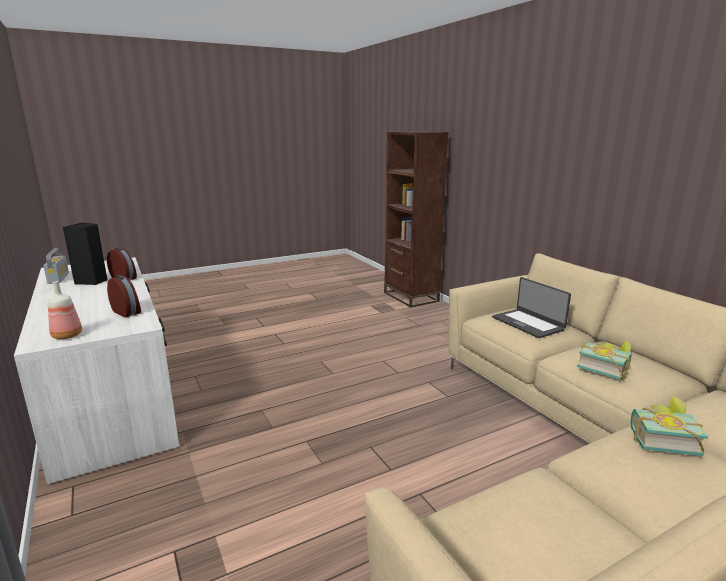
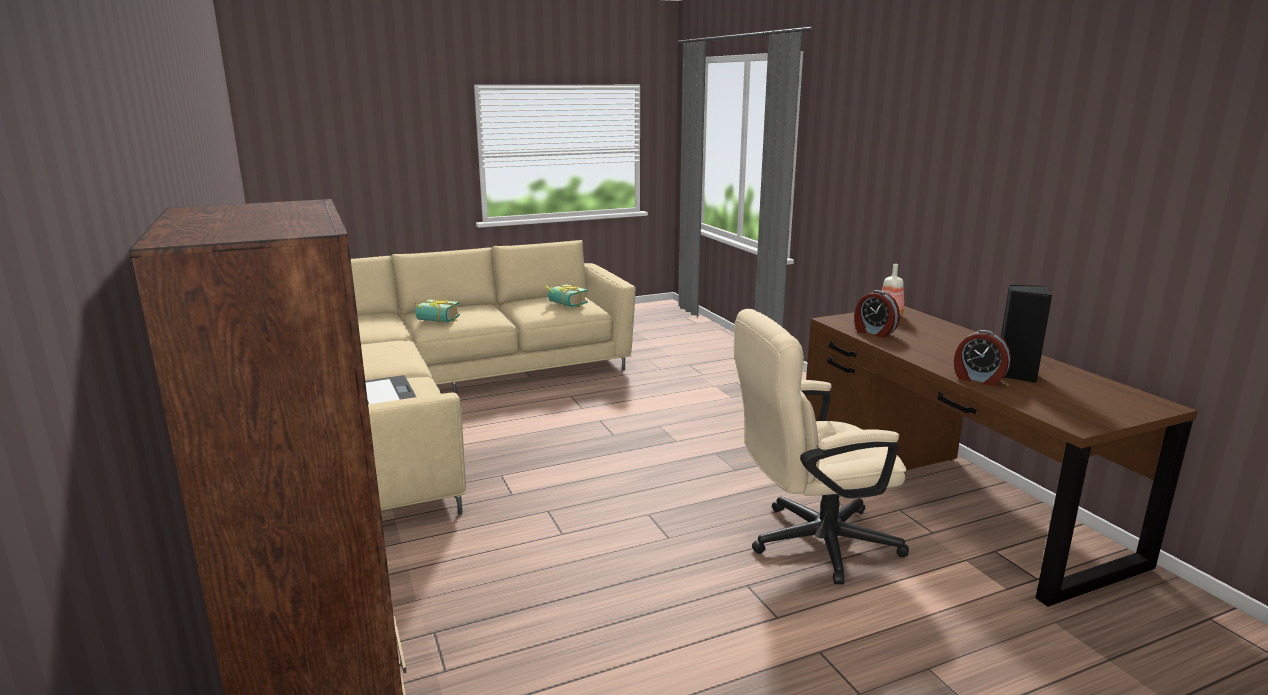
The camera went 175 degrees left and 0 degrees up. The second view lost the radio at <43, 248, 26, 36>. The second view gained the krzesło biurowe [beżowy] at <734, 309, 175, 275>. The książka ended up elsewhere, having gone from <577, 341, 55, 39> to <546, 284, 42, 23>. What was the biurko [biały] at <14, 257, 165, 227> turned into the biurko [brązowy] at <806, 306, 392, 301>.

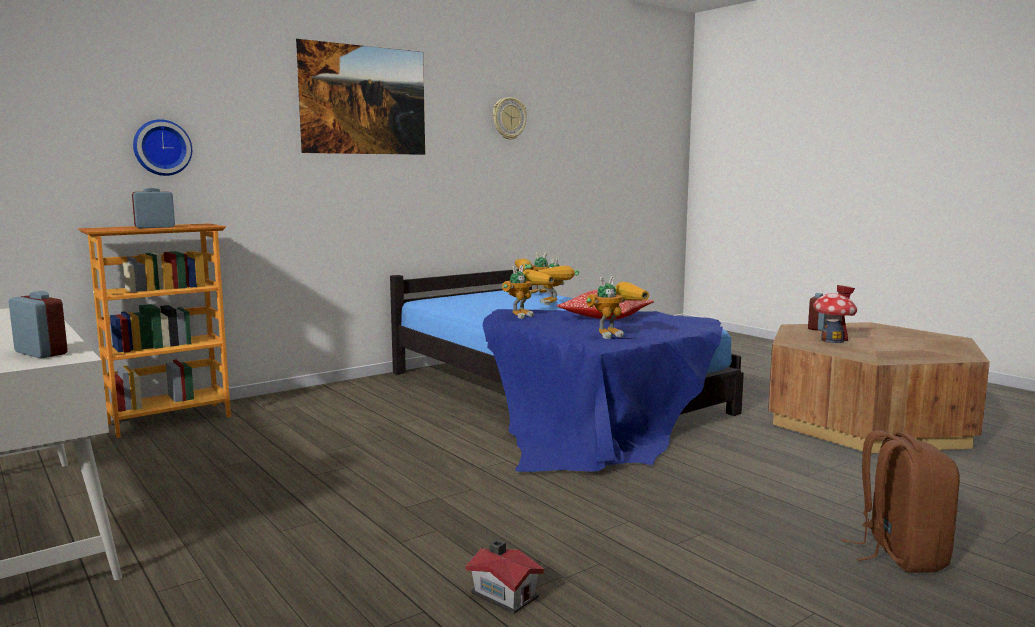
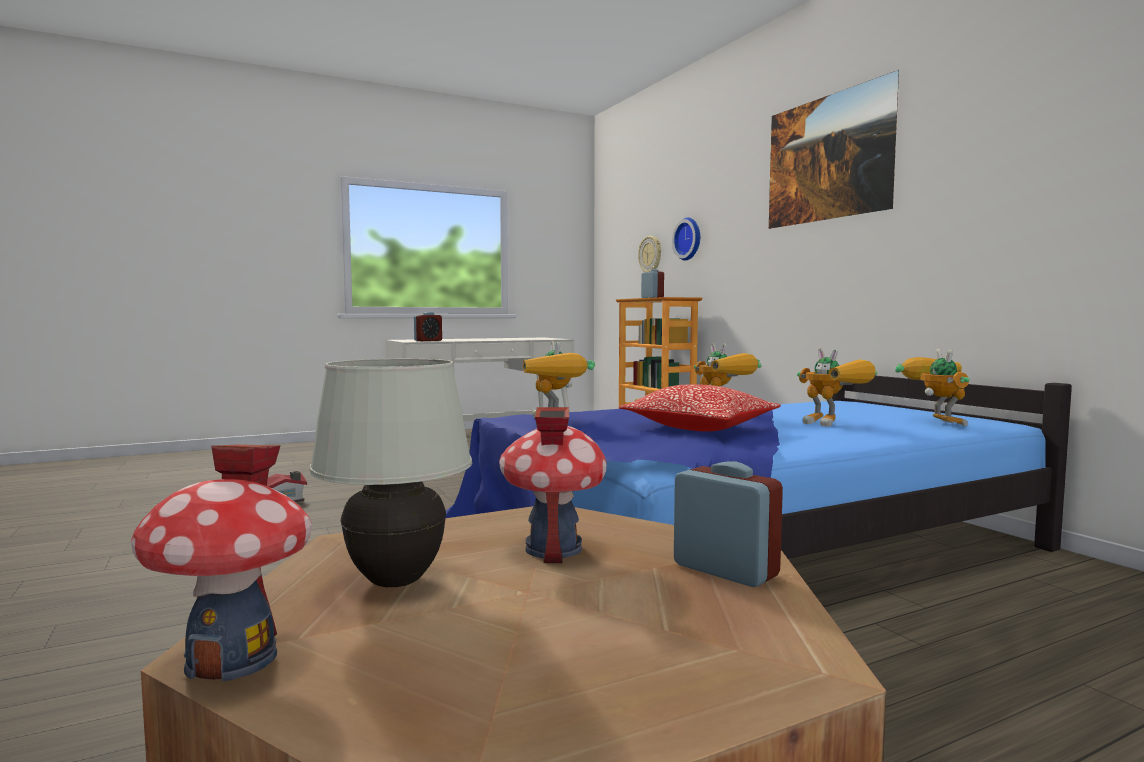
The camera went 100 degrees right and 5 degrees down. The second view lost the plecak [brązowy] at <841, 430, 119, 143>. The second view gained the domek at <131, 444, 181, 238>. The second view gained the lampa stołowa [biały] at <309, 359, 163, 228>. The zegar ścienny ended up elsewhere, having gone from <493, 97, 34, 43> to <638, 236, 23, 37>. The robot zabawkowy at <538, 257, 41, 48> ended up facing another way, 120 degrees counterclockwise from before.

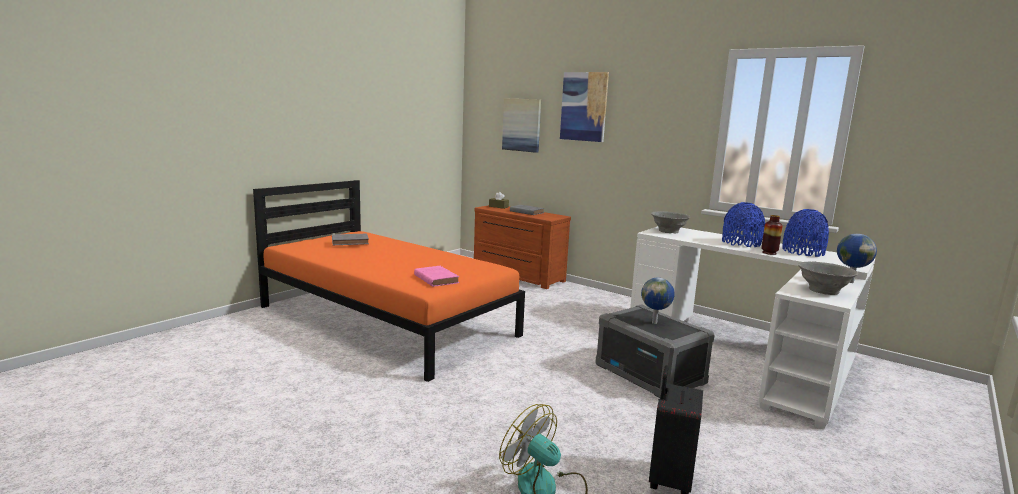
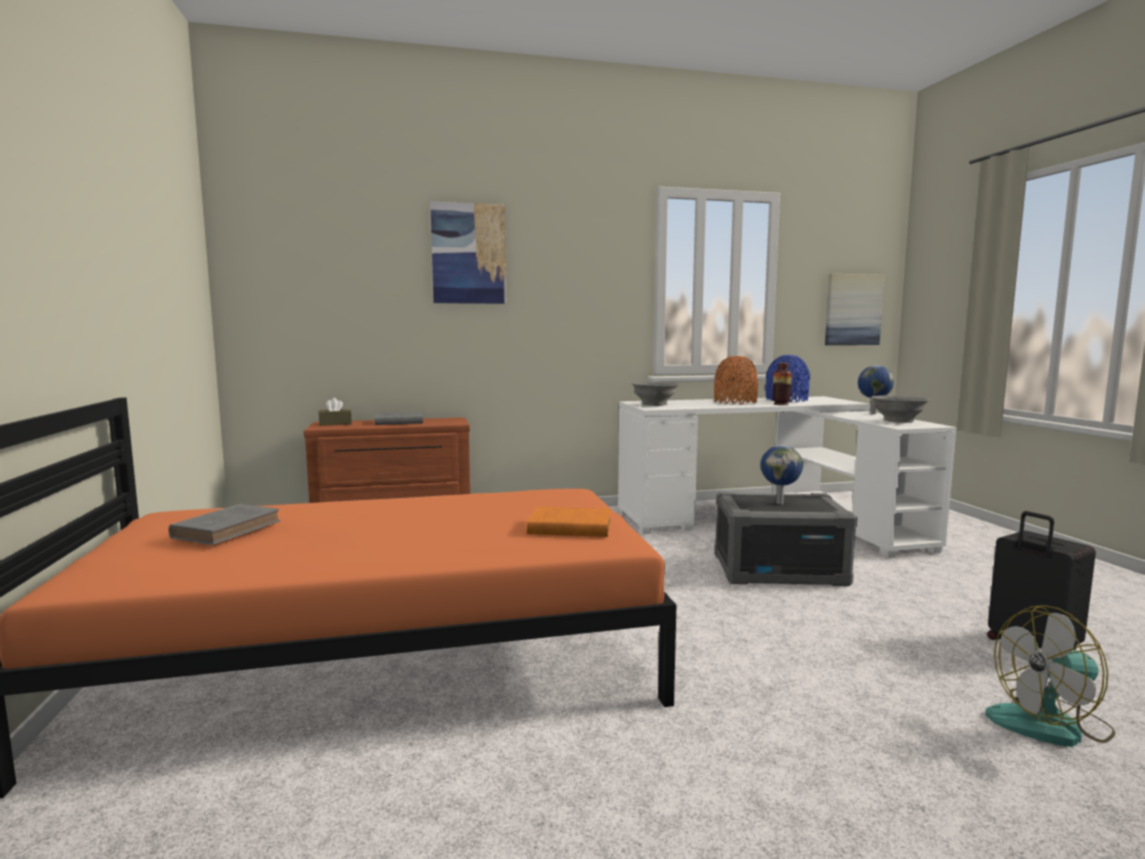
The camera went 50 degrees left and 5 degrees down. The obraz ended up elsewhere, having gone from <502, 98, 39, 55> to <825, 274, 59, 71>. What was the książka [różowy] at <414, 266, 45, 21> turned into the książka [pomarańczowy] at <527, 507, 84, 30>. What was the wazon [niebieski] at <722, 202, 43, 45> turned into the wazon [pomarańczowy] at <714, 356, 44, 49>.

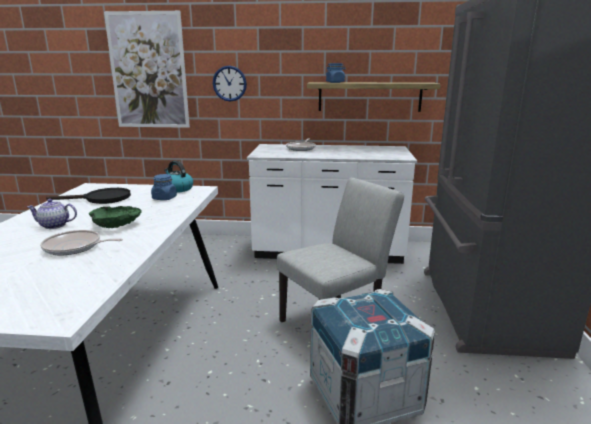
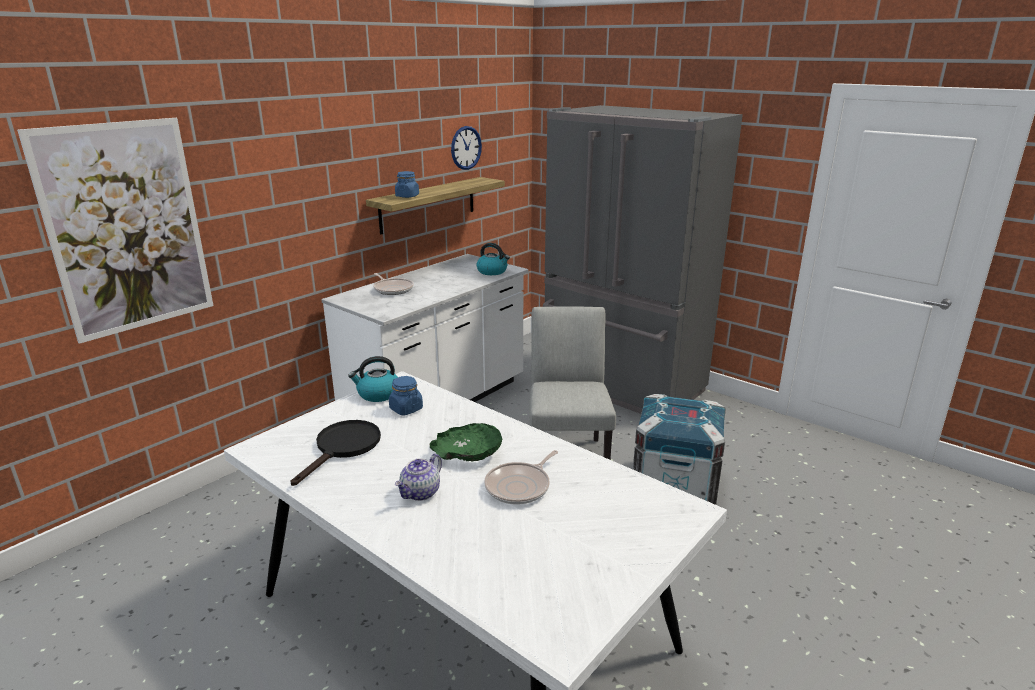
The camera went 55 degrees left and 5 degrees up. The second view gained the czajnik at <476, 243, 34, 32>. The zegar ścienny ended up elsewhere, having gone from <213, 66, 34, 36> to <451, 126, 31, 44>.

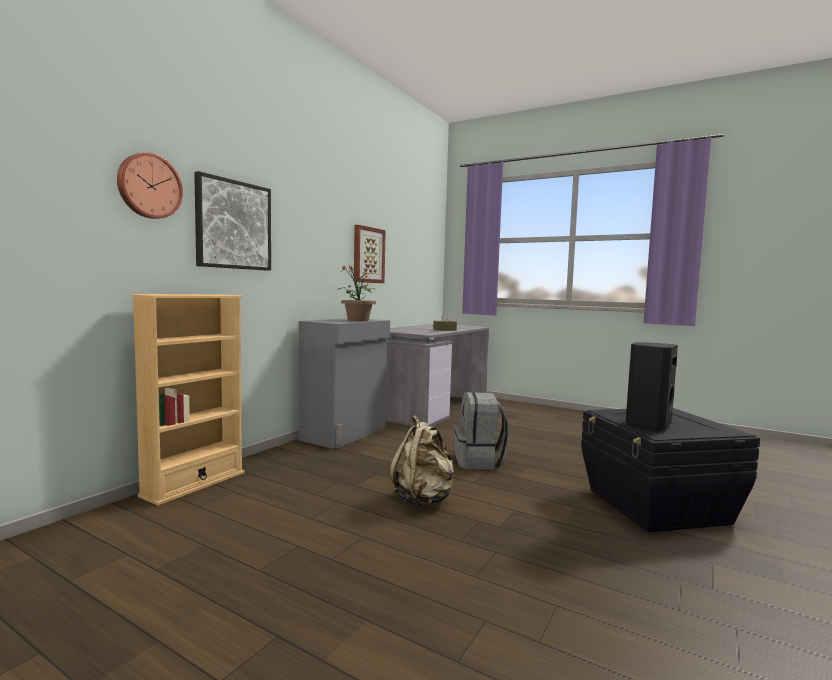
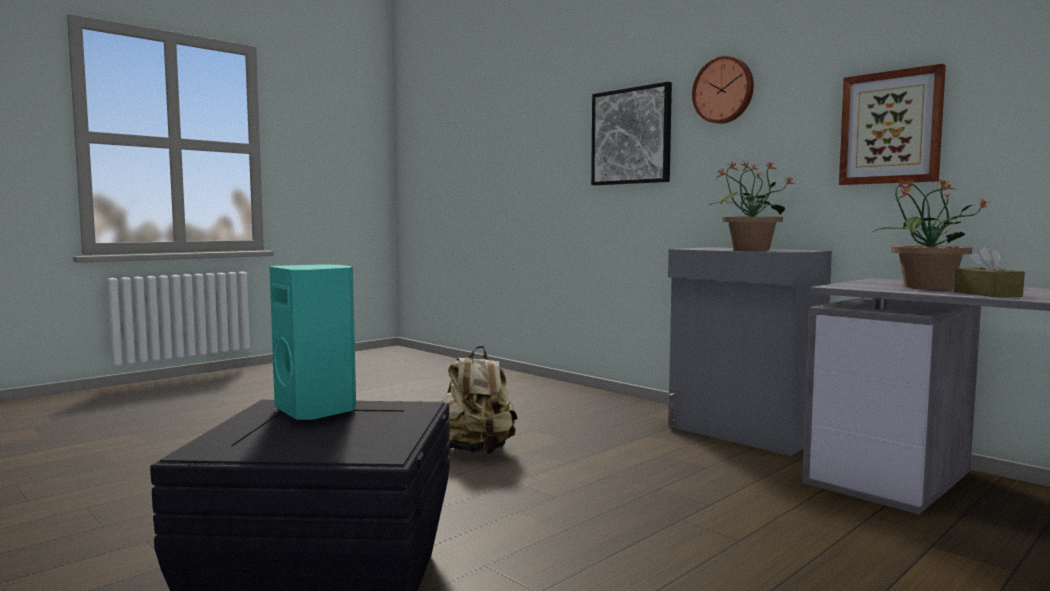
The camera went 105 degrees right and 0 degrees up. The second view lost the regał [beżowy] at <131, 294, 113, 212>. The second view lost the plecak [szary] at <454, 392, 56, 77>. The second view gained the roślina doniczkowa at <873, 177, 118, 112>. The zegar ścienny ended up elsewhere, having gone from <117, 153, 66, 66> to <692, 56, 62, 68>. What was the głośnik [czarny] at <626, 342, 52, 89> turned into the głośnik [turkusowy] at <269, 264, 87, 157>.

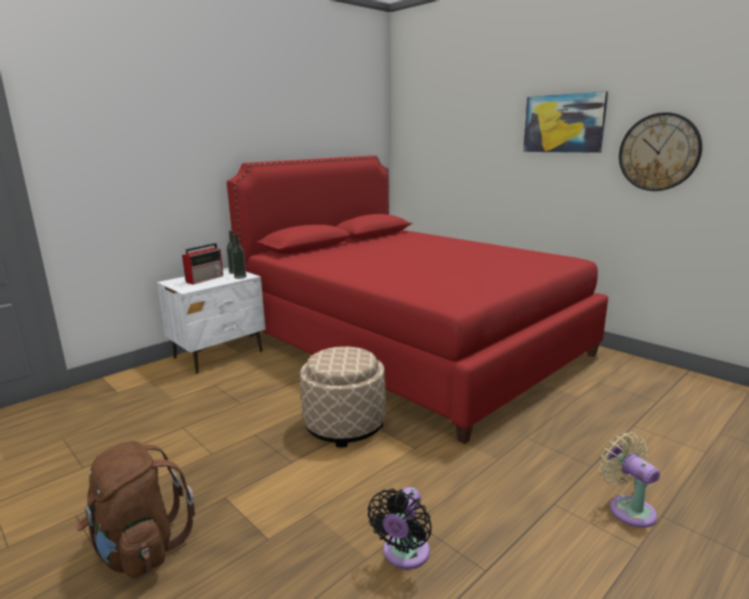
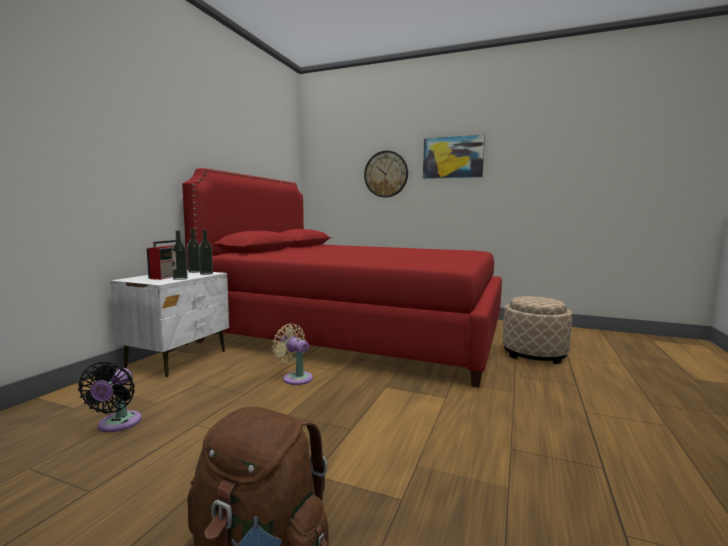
The camera went 25 degrees left and 10 degrees down. The second view gained the butelka at <172, 230, 16, 50>. The pufa [beżowy] ended up elsewhere, having gone from <300, 346, 86, 101> to <503, 296, 69, 68>. The wentylator [czarny] ended up elsewhere, having gone from <368, 487, 64, 82> to <78, 361, 64, 71>. The wentylator [beżowy] ended up elsewhere, having gone from <599, 432, 61, 96> to <272, 324, 41, 61>. The zegar ścienny ended up elsewhere, having gone from <619, 112, 83, 79> to <364, 151, 44, 46>.

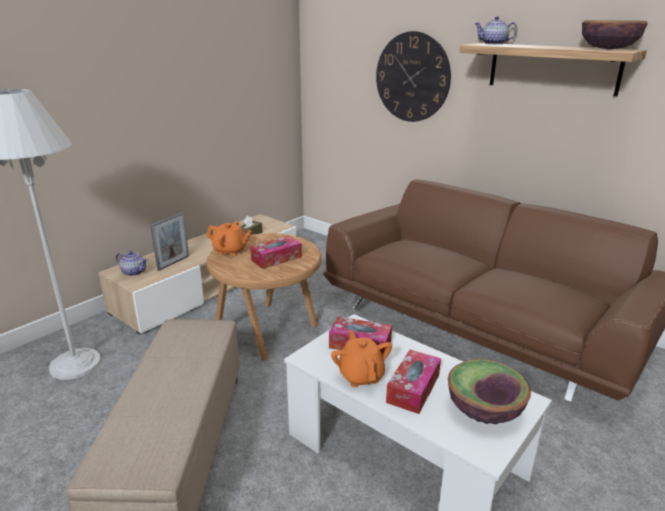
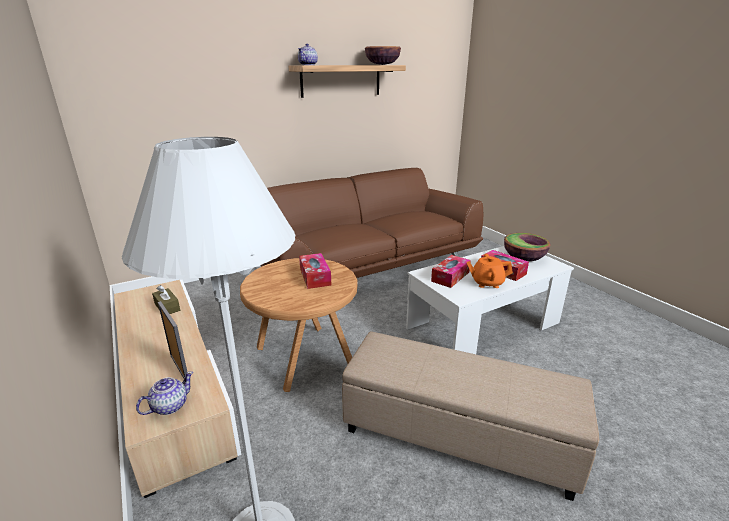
The camera went 70 degrees left and 0 degrees up. The second view lost the imbryk [pomarańczowy] at <207, 221, 45, 35>. The second view lost the zegar ścienny at <376, 31, 75, 91>.

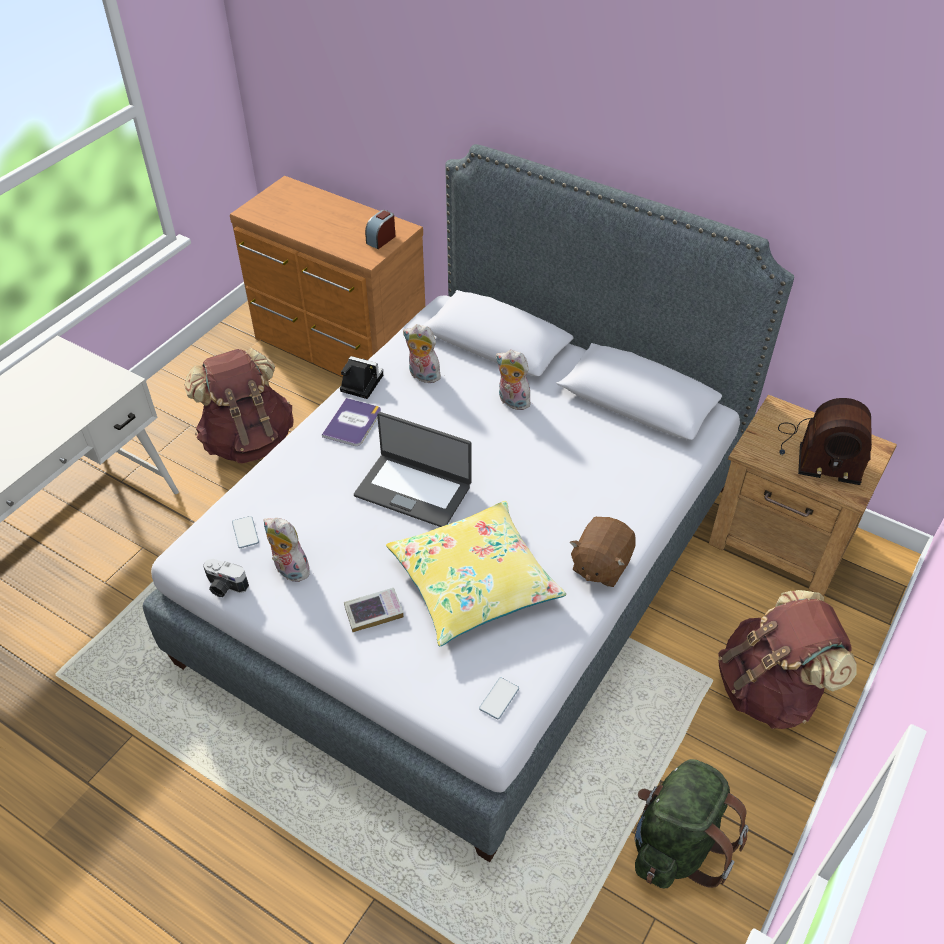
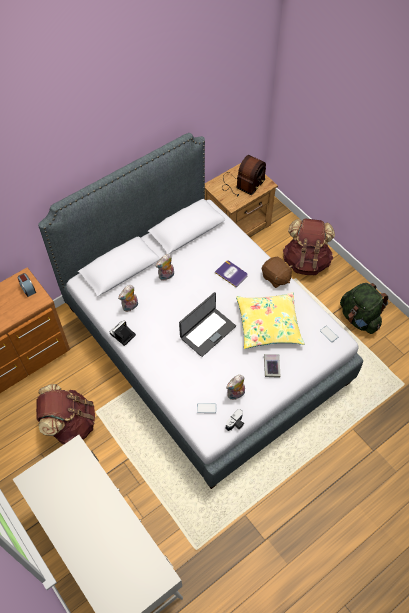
The camera went 70 degrees left and 10 degrees up. The książka ended up elsewhere, having gone from <322, 398, 59, 48> to <215, 260, 33, 27>.

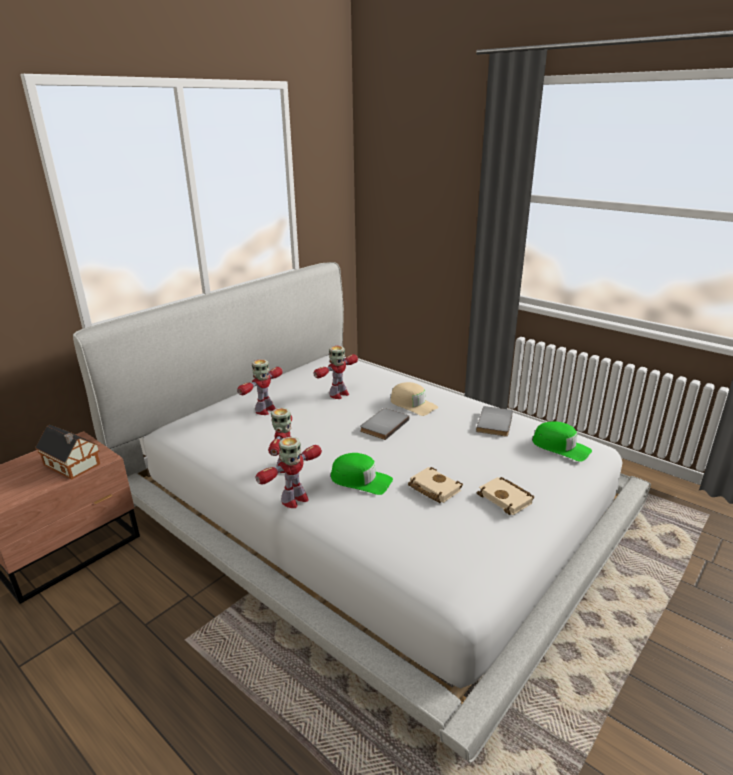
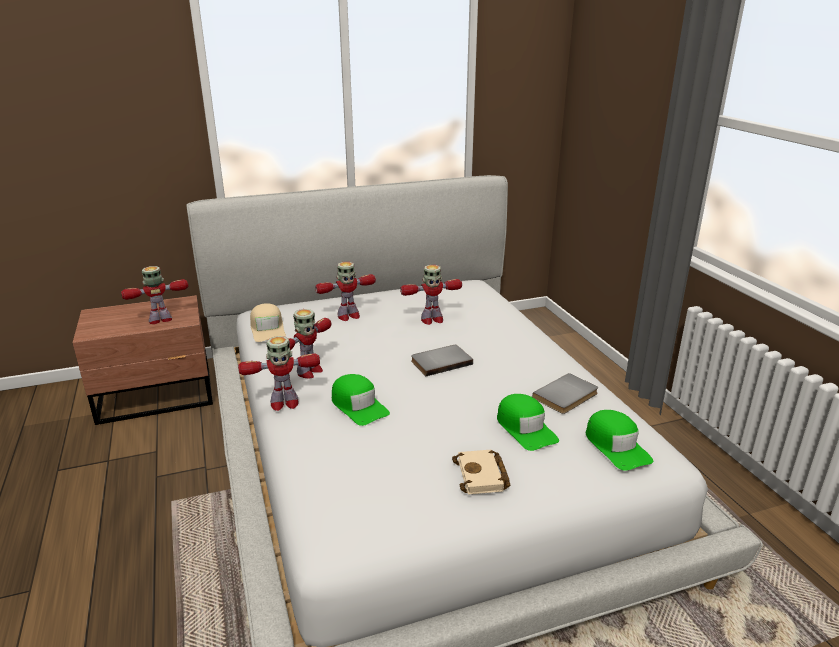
The camera went 30 degrees right and 0 degrees up. The second view lost the książka [beżowy] at <408, 467, 55, 36>. The second view gained the czapka z daszkiem [zielony] at <497, 394, 62, 57>. The czapka z daszkiem [beżowy] ended up elsewhere, having gone from <391, 382, 47, 34> to <250, 303, 36, 39>. Where the domek stood at <35, 425, 65, 55>, the robot zabawkowy came to stand at <121, 266, 67, 58>.

